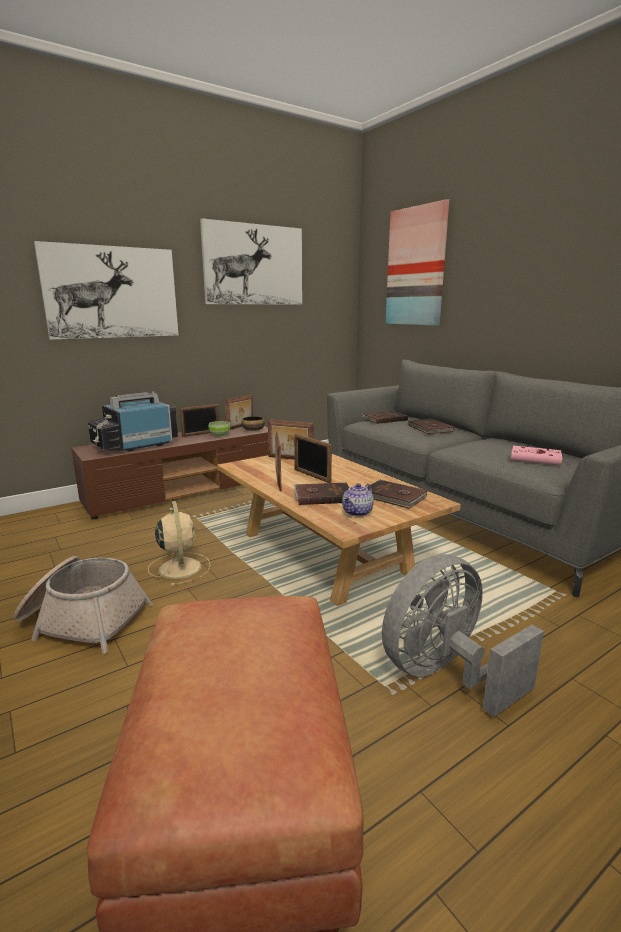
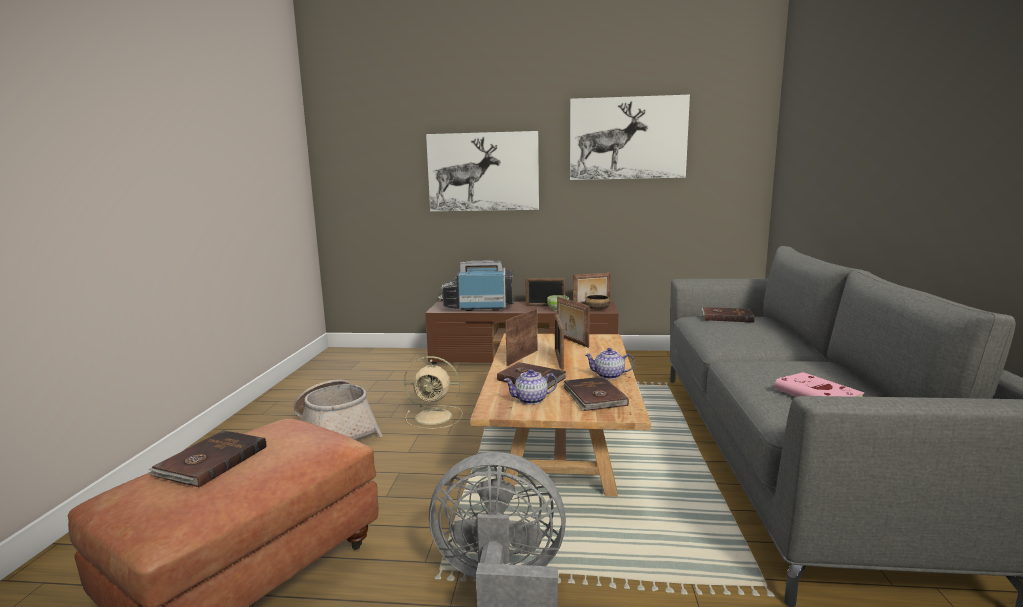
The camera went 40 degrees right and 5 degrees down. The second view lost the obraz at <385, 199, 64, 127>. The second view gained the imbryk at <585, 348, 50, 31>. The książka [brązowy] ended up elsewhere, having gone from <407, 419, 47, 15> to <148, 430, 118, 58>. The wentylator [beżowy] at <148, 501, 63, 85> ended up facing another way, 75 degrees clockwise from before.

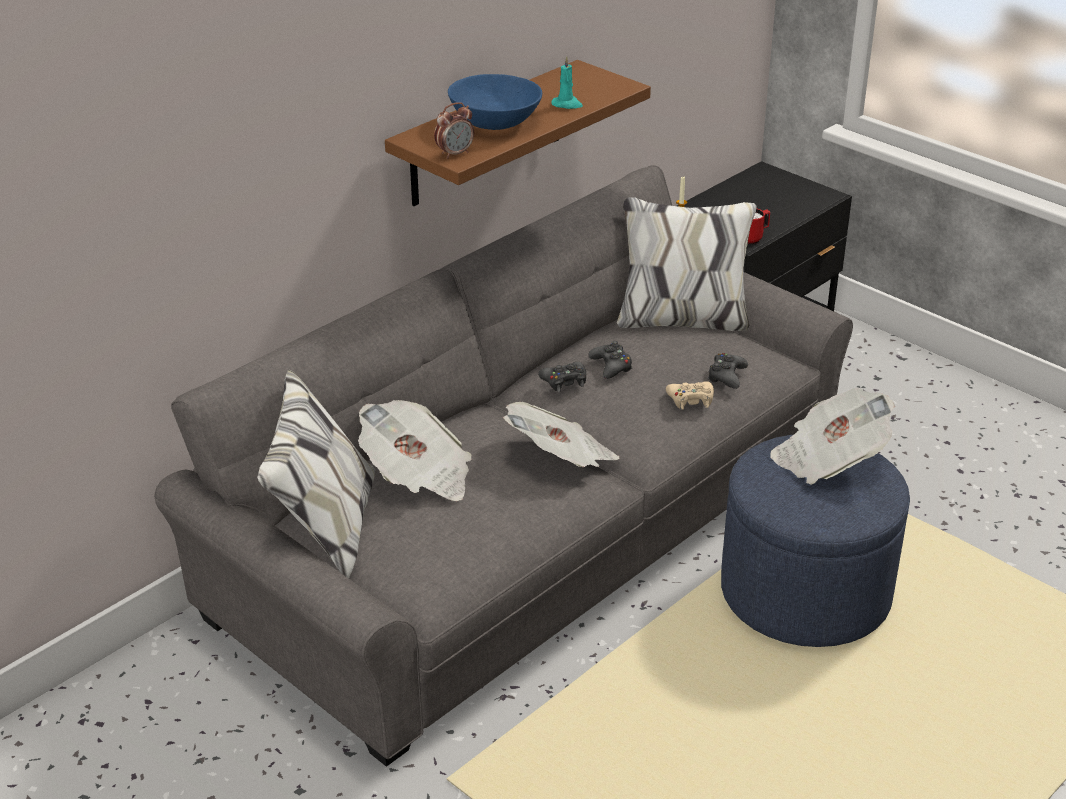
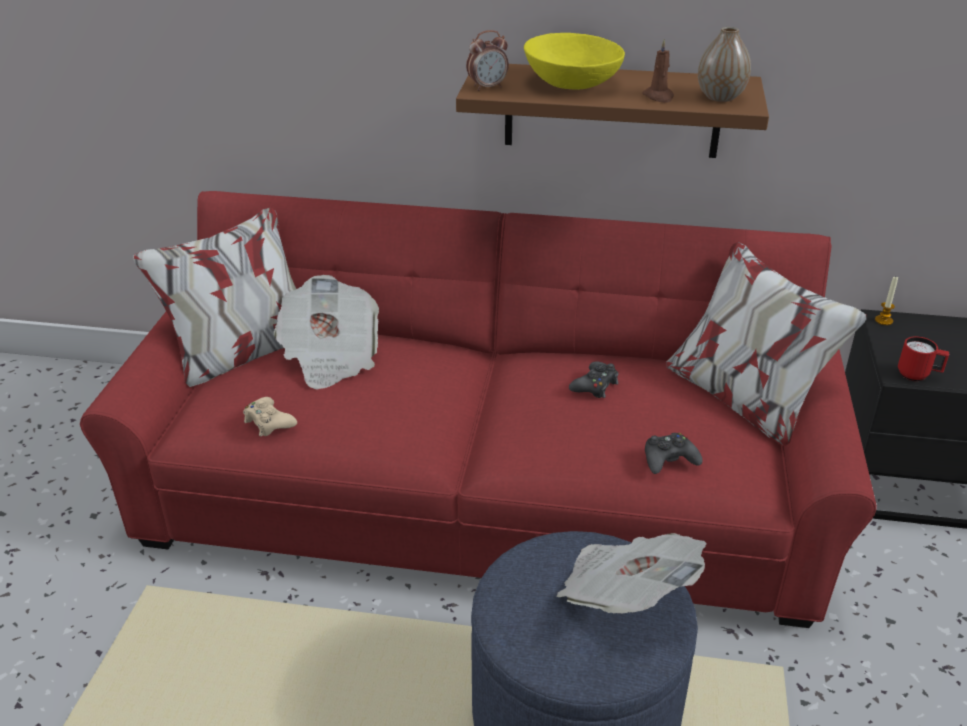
The camera went 55 degrees right and 0 degrees up. The second view lost the gazeta at <503, 402, 117, 65>. The second view lost the pad do gier [czarny] at <538, 362, 48, 30>. The second view gained the wazon at <698, 27, 53, 75>. The pad do gier [beżowy] ended up elsewhere, having gone from <666, 381, 48, 28> to <243, 397, 54, 40>. What was the kanapa [szary] at <154, 165, 699, 602> turned into the kanapa [czerwony] at <80, 191, 797, 437>. What was the miska [niebieski] at <448, 74, 94, 56> turned into the miska [żółty] at <524, 33, 101, 57>. What was the świeca [turkusowy] at <551, 56, 32, 53> turned into the świeca [brązowy] at <642, 39, 32, 64>. The budzik at <434, 102, 40, 57> ended up facing another way, 45 degrees counterclockwise from before.

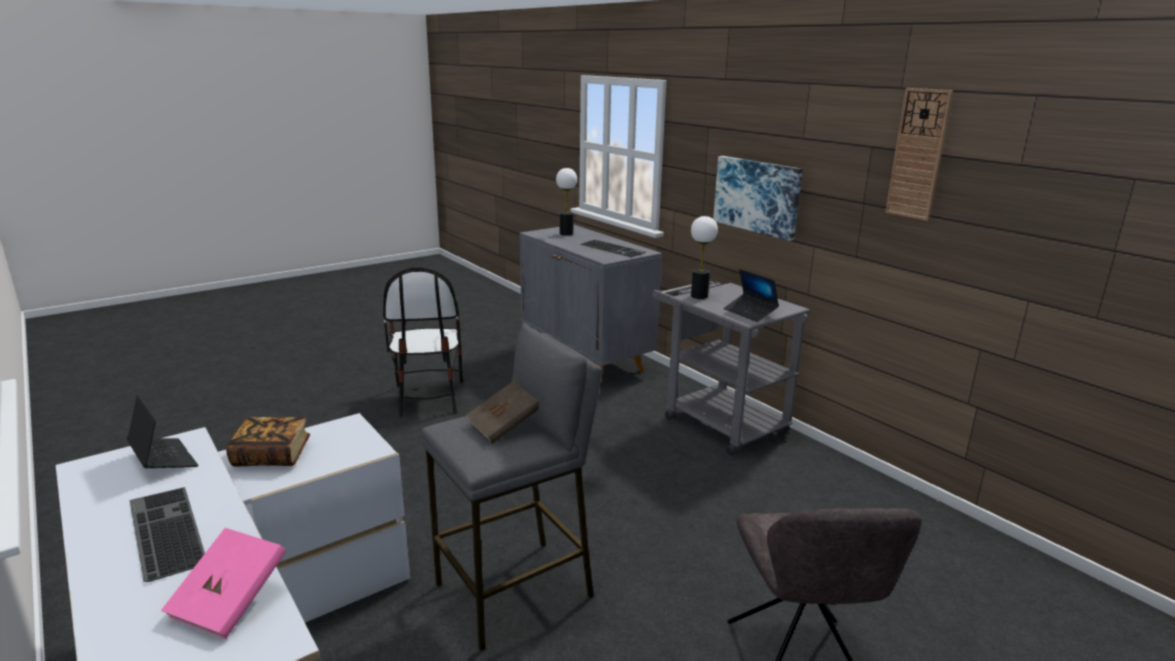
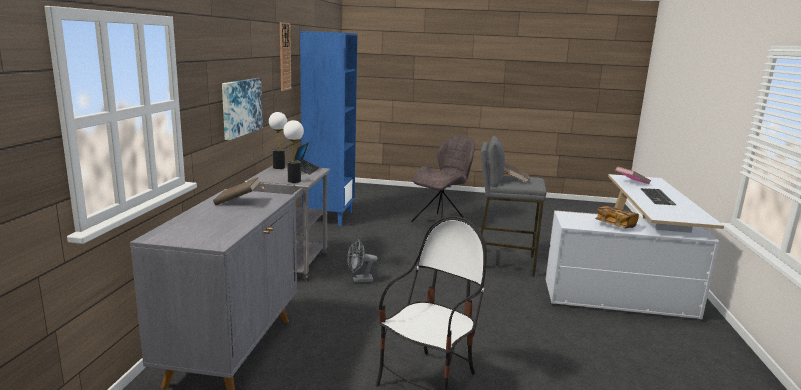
The camera went 135 degrees left and 5 degrees down. The second view lost the laptop at <127, 395, 71, 73>. The second view gained the regał [niebieski] at <300, 31, 58, 195>. The second view gained the wentylator [szary] at <347, 240, 31, 42>. The lampa stołowa ended up elsewhere, having gone from <556, 168, 21, 68> to <269, 112, 18, 57>. Where the klawiatura stood at <580, 239, 66, 19>, the książka [brązowy] came to stand at <213, 177, 48, 28>.

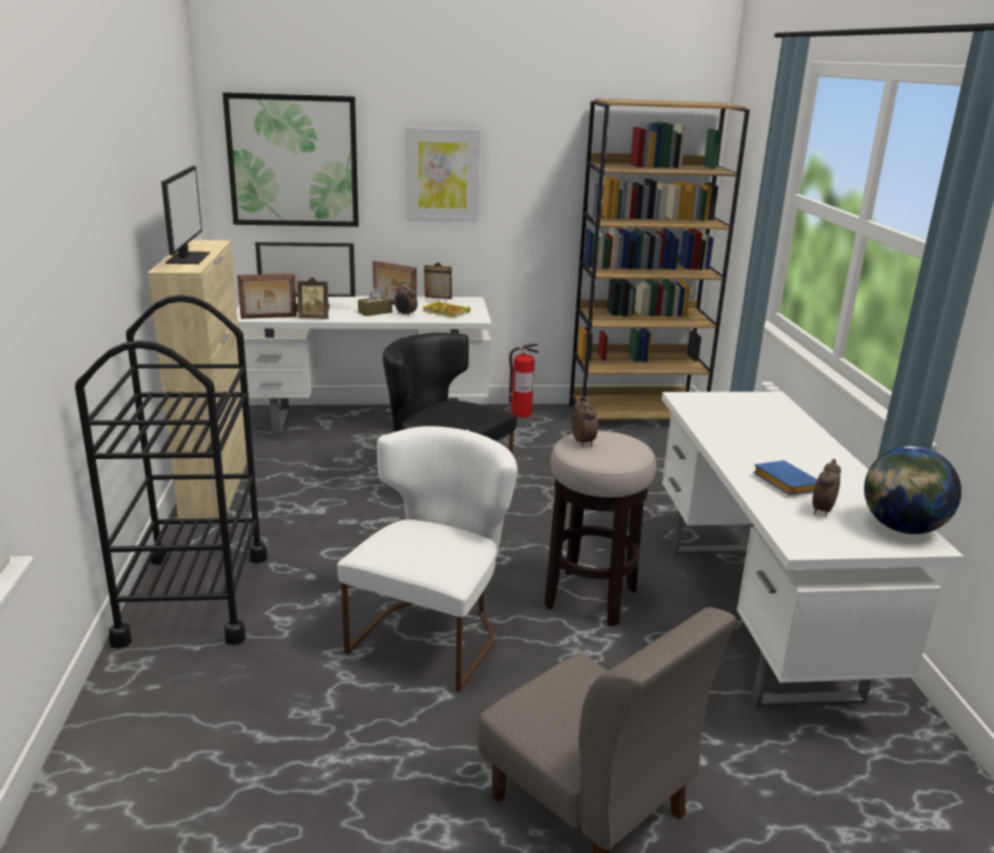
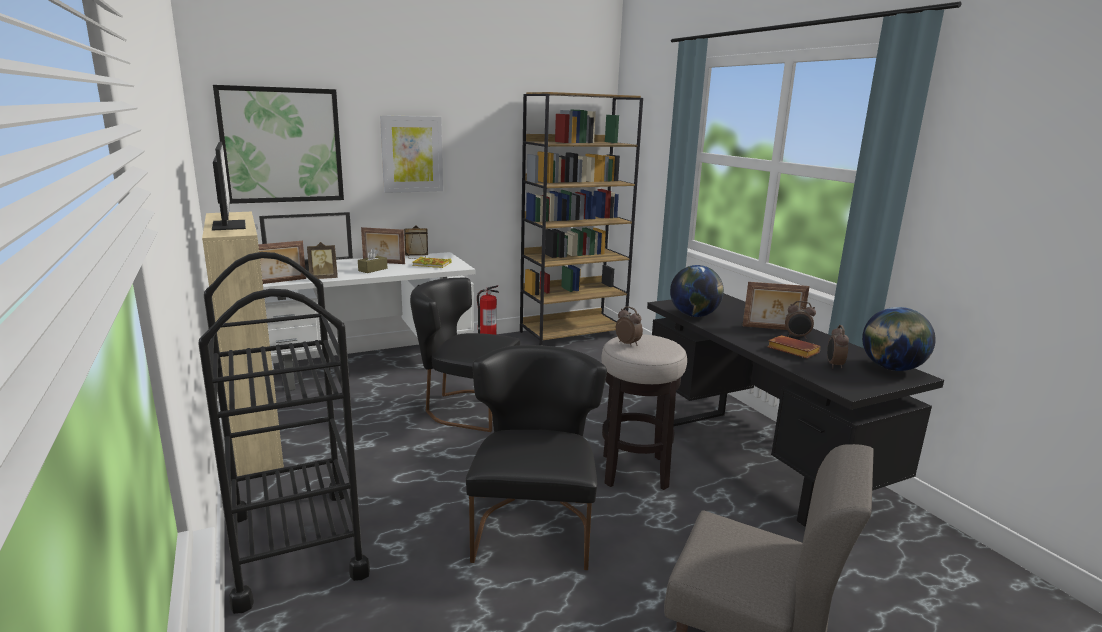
The camera went 20 degrees left and 5 degrees down. The second view gained the globus at <670, 265, 54, 52>. The second view gained the ramka na zdjęcie at <743, 282, 67, 48>. The budzik ended up elsewhere, having gone from <394, 282, 24, 35> to <785, 301, 31, 38>. What was the krzesło [biały] at <337, 426, 181, 265> turned into the krzesło [czarny] at <466, 345, 141, 225>. What was the biurko [biały] at <662, 392, 302, 316> turned into the biurko [czarny] at <647, 294, 297, 233>. What was the książka [niebieski] at <753, 460, 65, 36> turned into the książka [brązowy] at <767, 335, 54, 23>.

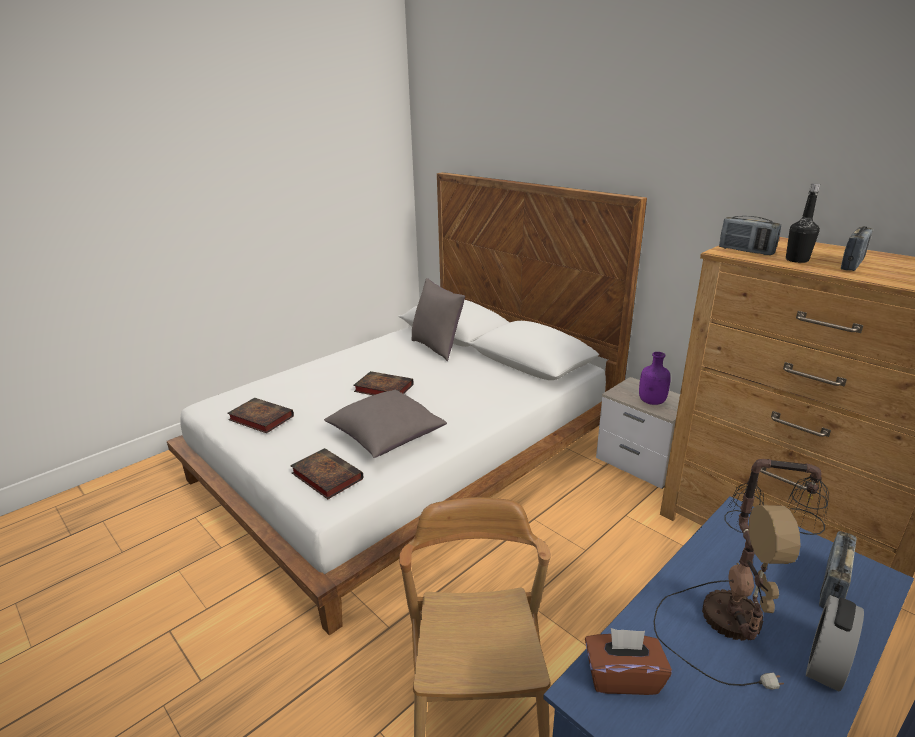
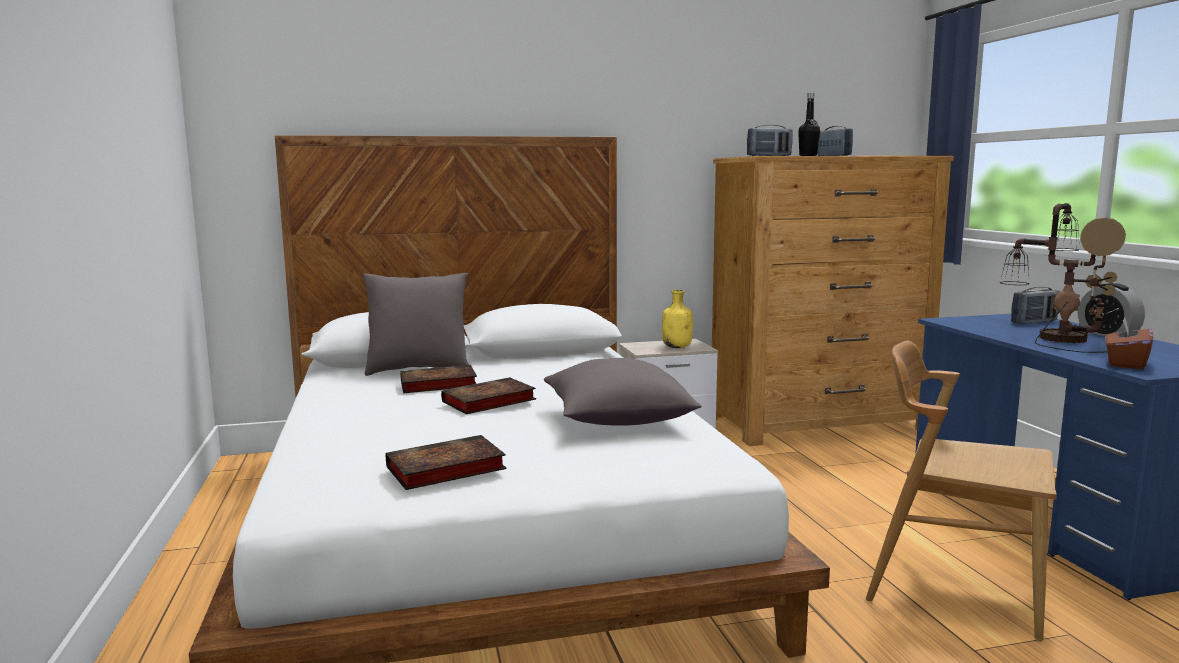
The camera went 60 degrees left and 15 degrees down. The książka ended up elsewhere, having gone from <290, 448, 73, 51> to <400, 365, 77, 28>. What was the butelka [fioletowy] at <639, 352, 32, 53> turned into the butelka [żółty] at <662, 290, 31, 58>. The radio at <819, 531, 37, 77> ended up facing another way, 90 degrees counterclockwise from before.

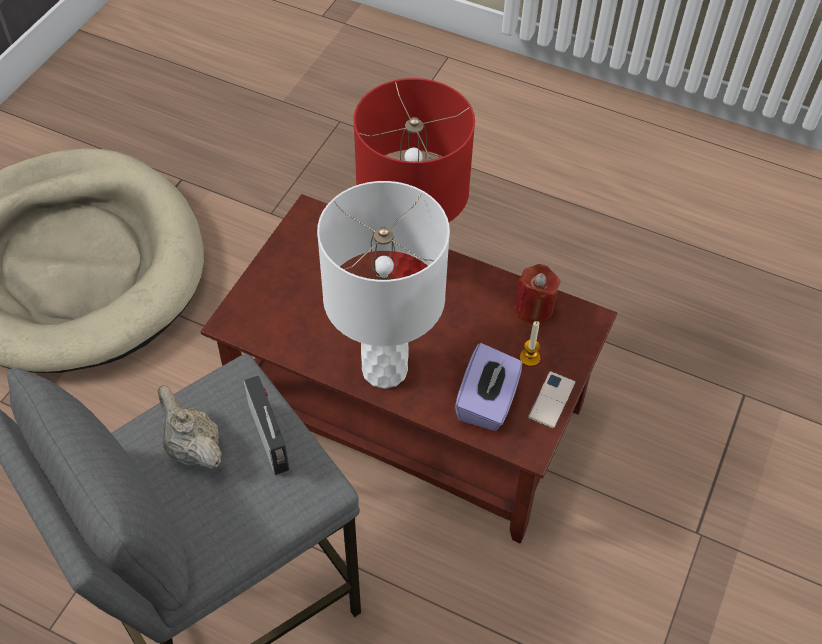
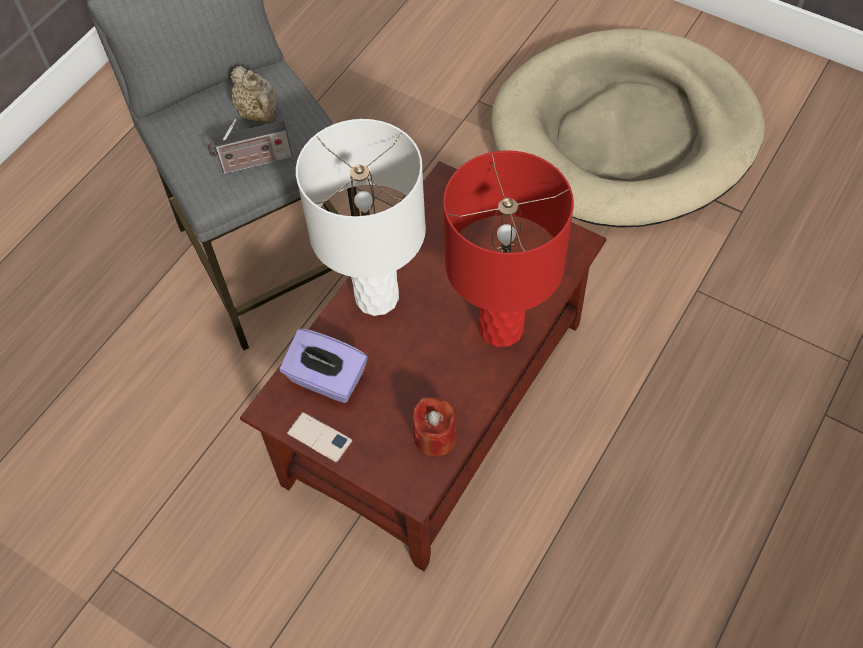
The camera went 100 degrees right and 5 degrees up. The second view lost the świeca at <520, 321, 20, 45>. The imbryk [beżowy] at <158, 385, 64, 84> ended up facing another way, 90 degrees clockwise from before.

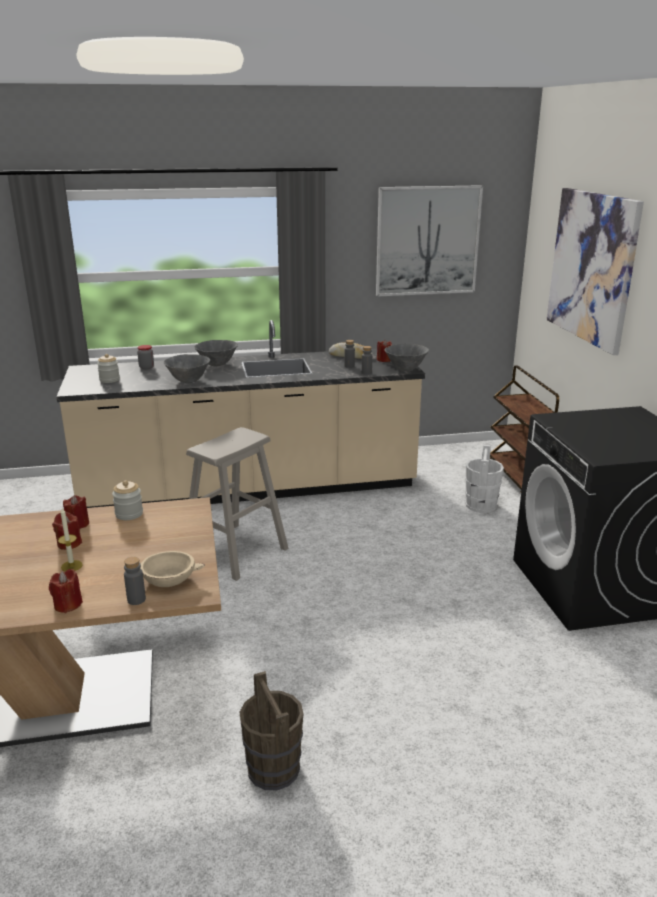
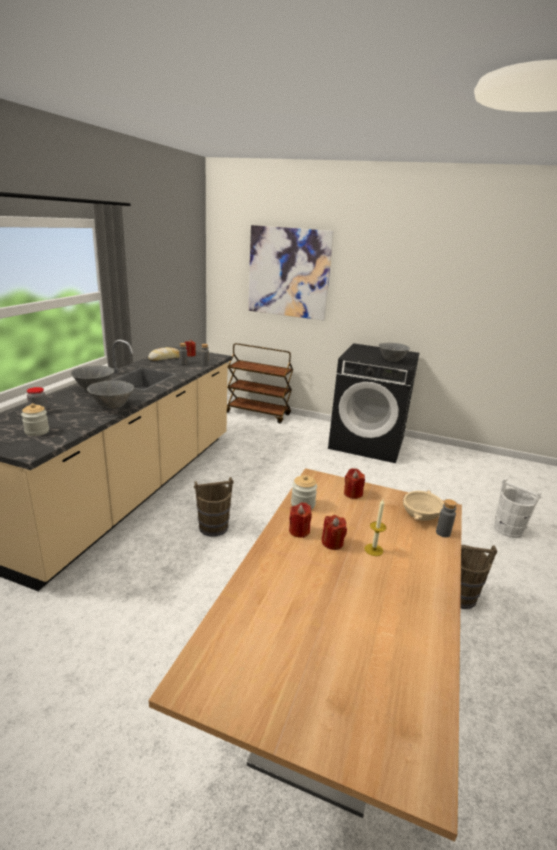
The camera went 60 degrees left and 0 degrees up. The second view lost the obraz at <376, 185, 107, 112>. The świeca [czerwony] ended up elsewhere, having gone from <49, 569, 34, 44> to <344, 468, 21, 31>. The miska [szary] ended up elsewhere, having gone from <384, 344, 45, 27> to <379, 343, 31, 19>. The wiadro [biały] ended up elsewhere, having gone from <465, 445, 39, 68> to <494, 478, 48, 60>. Where the stołek [beżowy] stood at <186, 427, 102, 154>, the wiadro [brązowy] came to stand at <194, 477, 40, 60>.

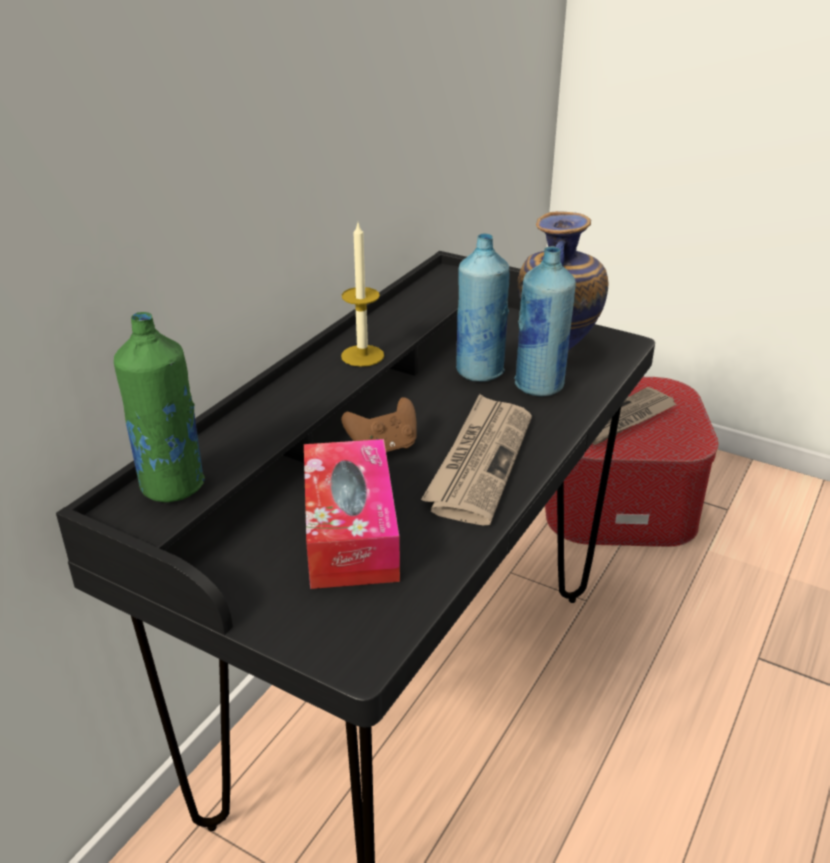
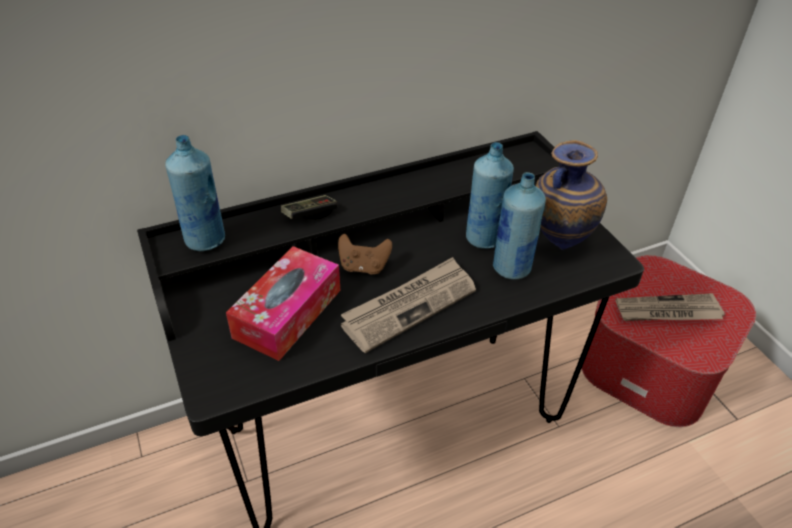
The camera went 35 degrees right and 10 degrees up. The second view lost the świeca at <341, 223, 43, 144>. The second view gained the pad do gier at <281, 195, 56, 25>. What was the butelka [zielony] at <114, 312, 91, 191> turned into the butelka [niebieski] at <165, 135, 60, 116>.

